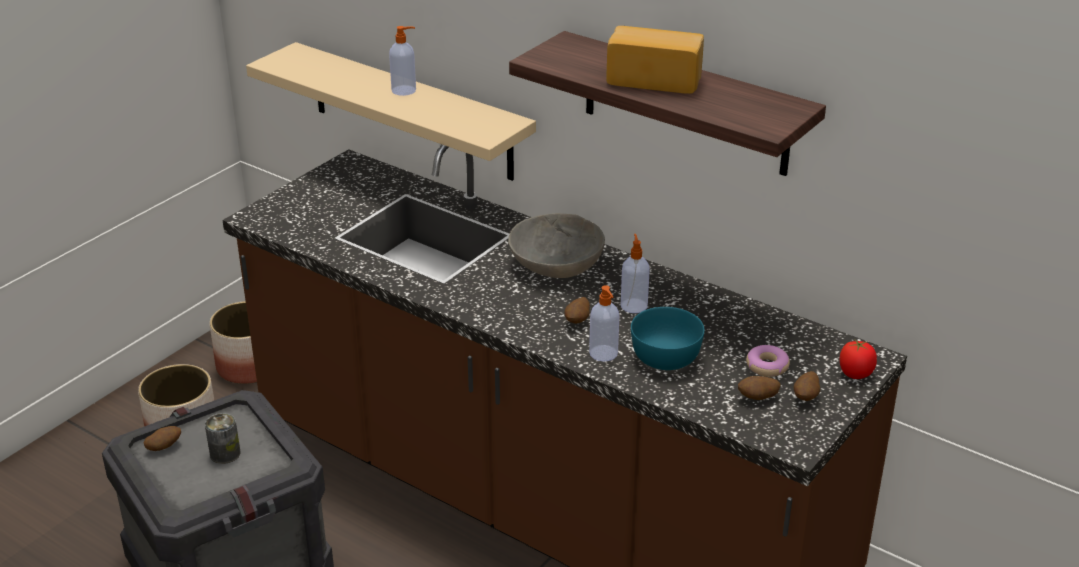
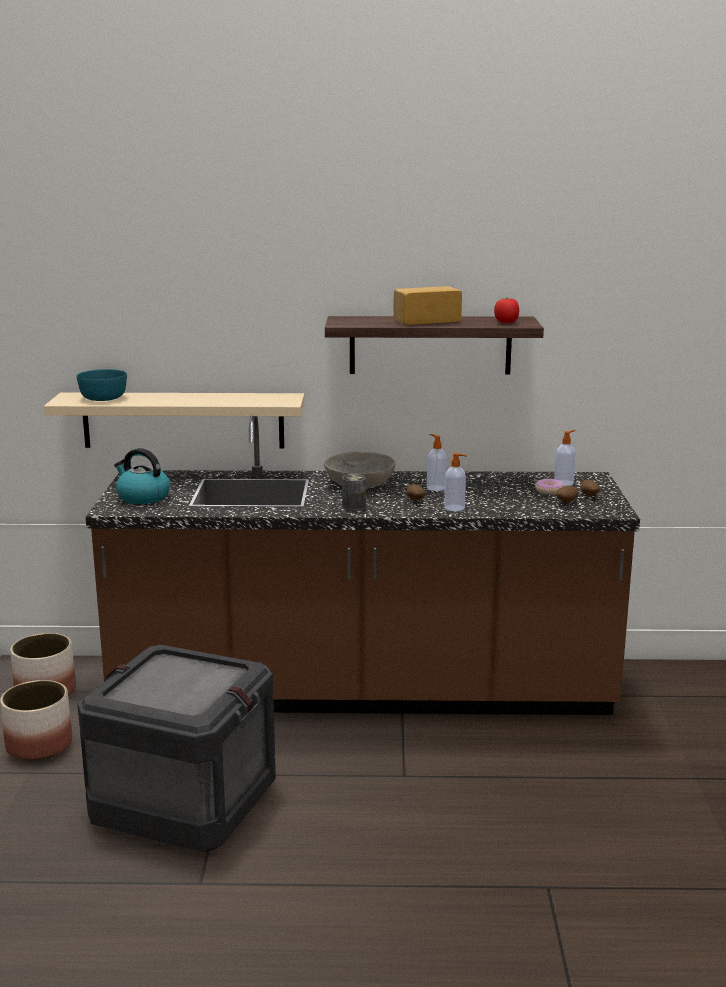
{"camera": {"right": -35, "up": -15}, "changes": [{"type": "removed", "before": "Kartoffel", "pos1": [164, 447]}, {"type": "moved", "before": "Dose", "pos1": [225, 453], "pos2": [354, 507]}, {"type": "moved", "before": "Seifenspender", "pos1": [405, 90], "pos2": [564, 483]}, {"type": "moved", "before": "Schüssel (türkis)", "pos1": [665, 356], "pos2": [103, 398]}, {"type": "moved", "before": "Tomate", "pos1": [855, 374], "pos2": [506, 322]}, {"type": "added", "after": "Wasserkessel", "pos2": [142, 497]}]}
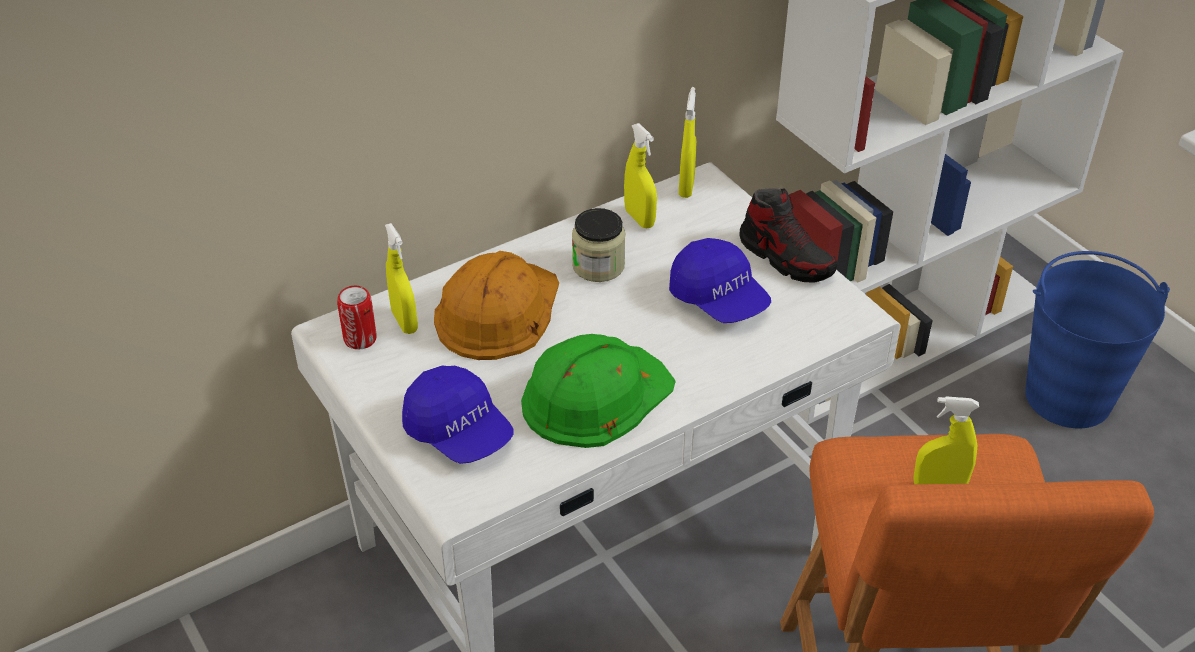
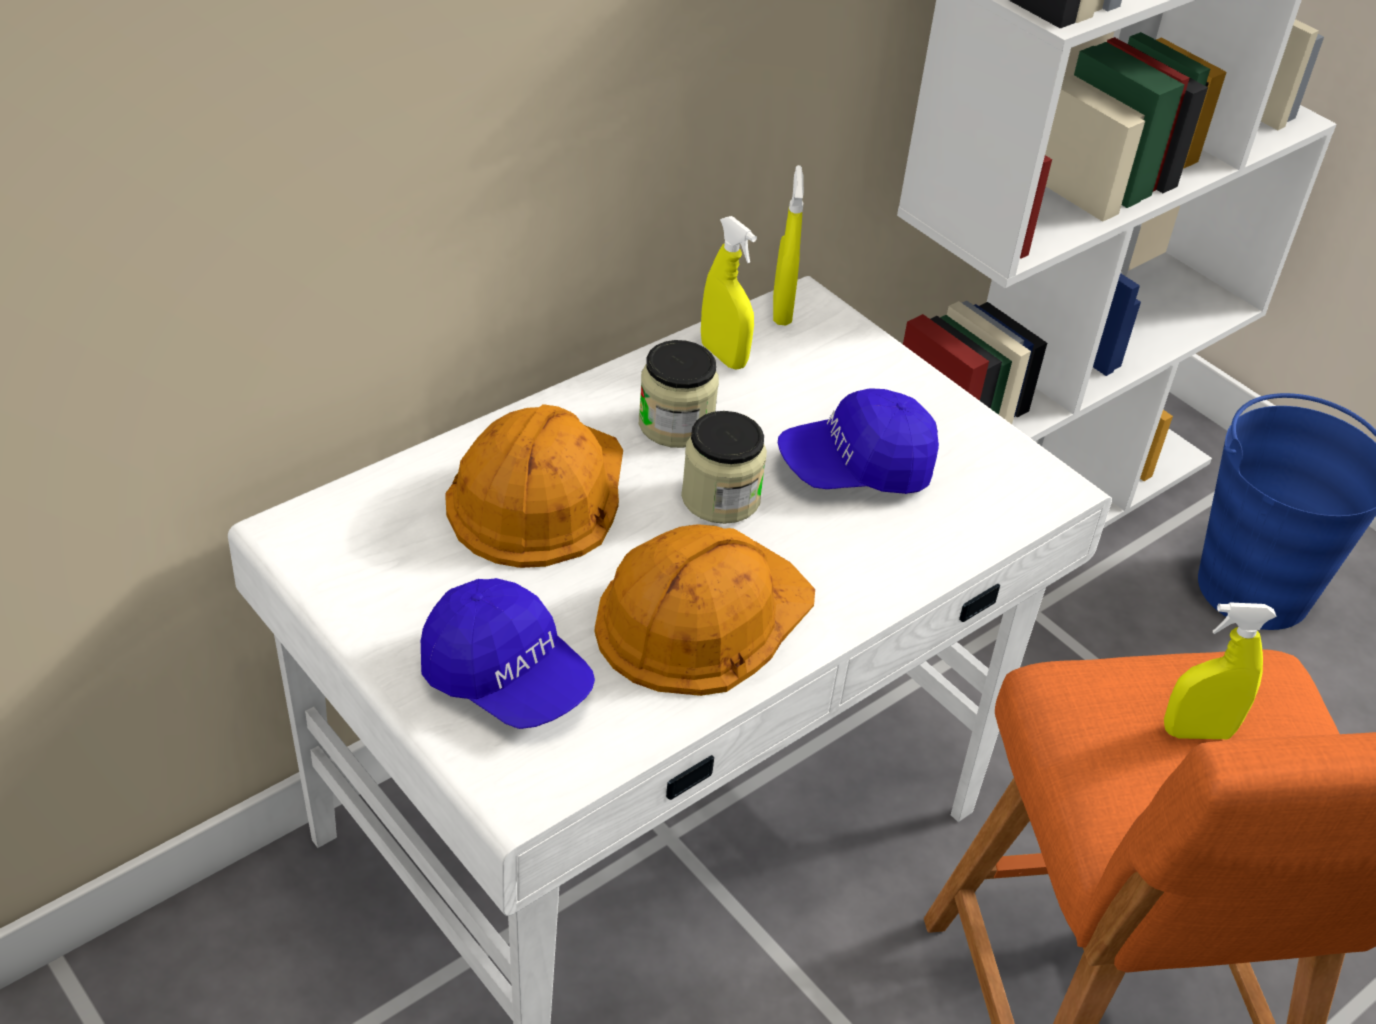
{"camera": {"right": -10, "up": 0}, "changes": [{"type": "removed", "before": "Dose", "pos1": [360, 339]}, {"type": "removed", "before": "Sprühflasche (gelb)", "pos1": [404, 321]}, {"type": "recoloured", "before": "Schutzhelm (grün)", "after": "Schutzhelm (orange)", "pos1": [595, 395], "pos2": [701, 615]}, {"type": "turned", "before": "Kappe (blau)", "pos1": [719, 299], "pos2": [856, 469], "turn": 120}, {"type": "removed", "before": "Schuh", "pos1": [786, 258]}, {"type": "added", "after": "Vorratsglas", "pos2": [720, 498]}]}
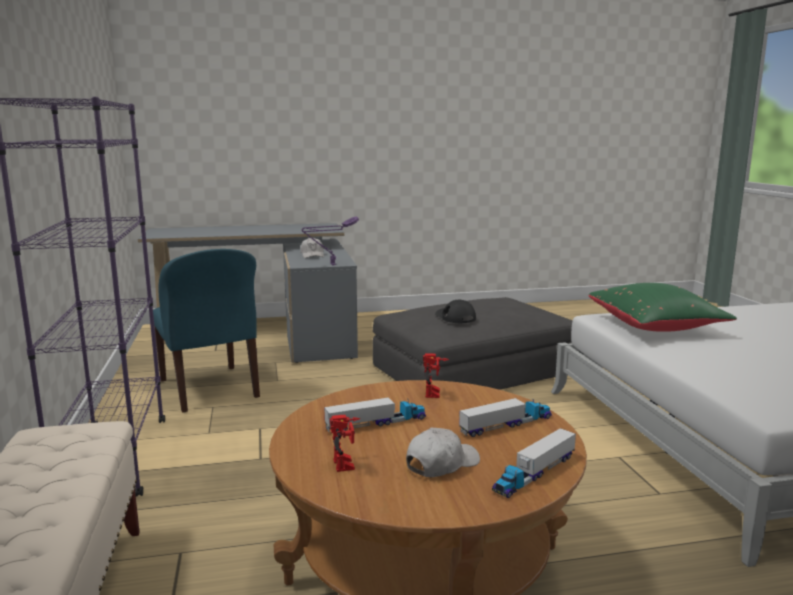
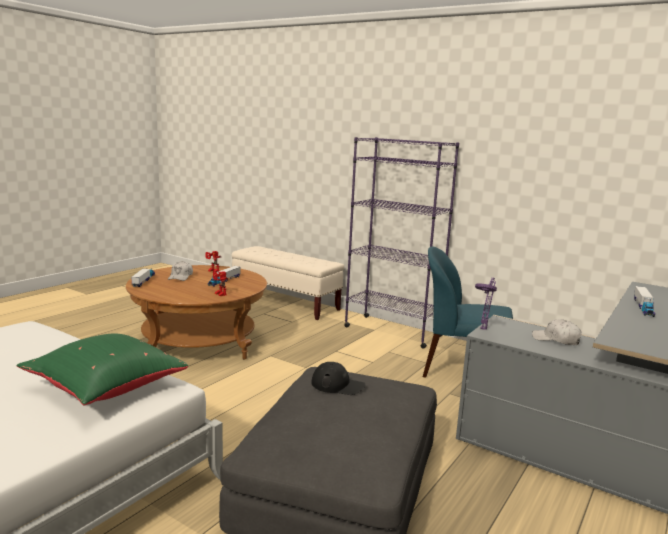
{"camera": {"right": 135, "up": 0}, "changes": [{"type": "moved", "before": "Spielzeuglaster", "pos1": [506, 425], "pos2": [643, 307]}]}
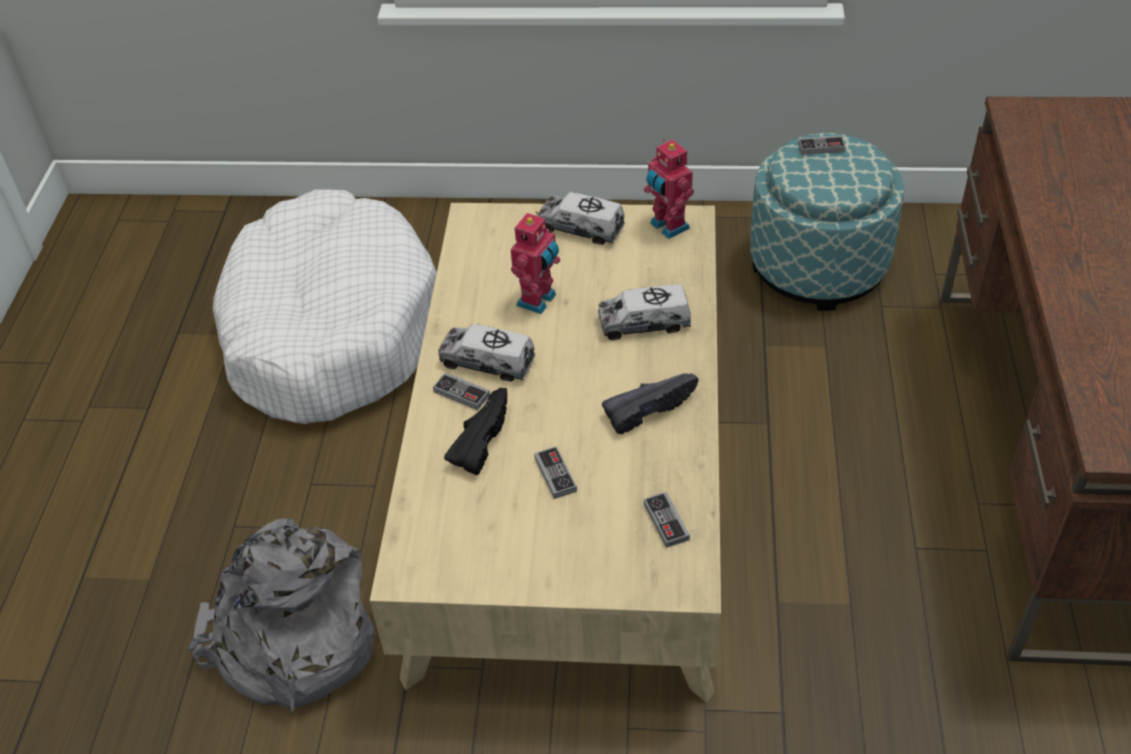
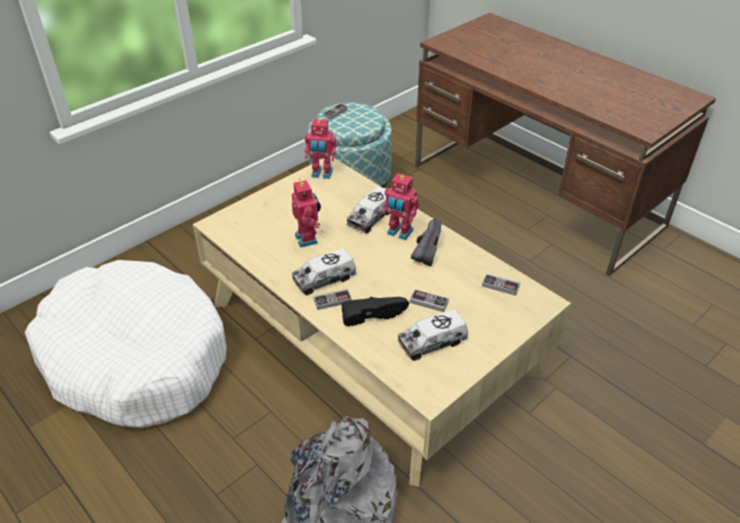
{"camera": {"right": -50, "up": -5}, "changes": [{"type": "turned", "before": "Schuh (schwarz)", "pos1": [478, 440], "pos2": [372, 314], "turn": 105}, {"type": "moved", "before": "Spielzeuglaster", "pos1": [581, 228], "pos2": [432, 342]}, {"type": "added", "after": "Spielzeugroboter", "pos2": [399, 233]}]}
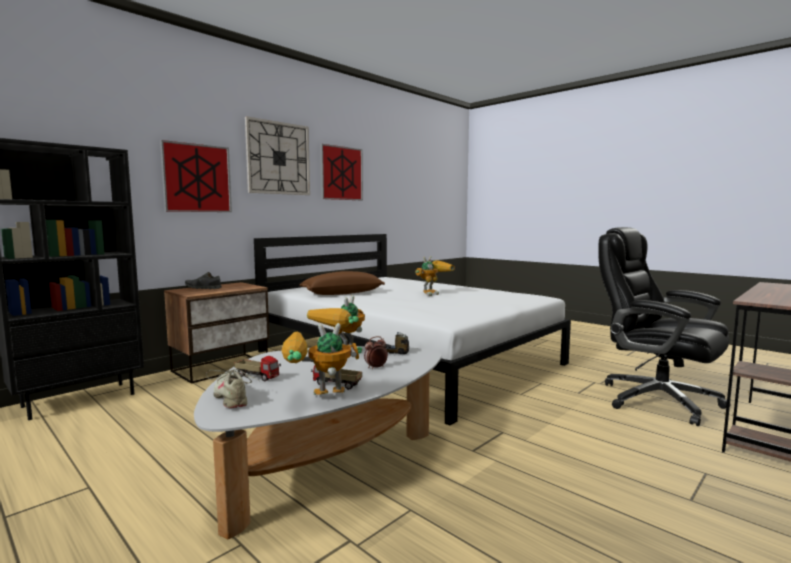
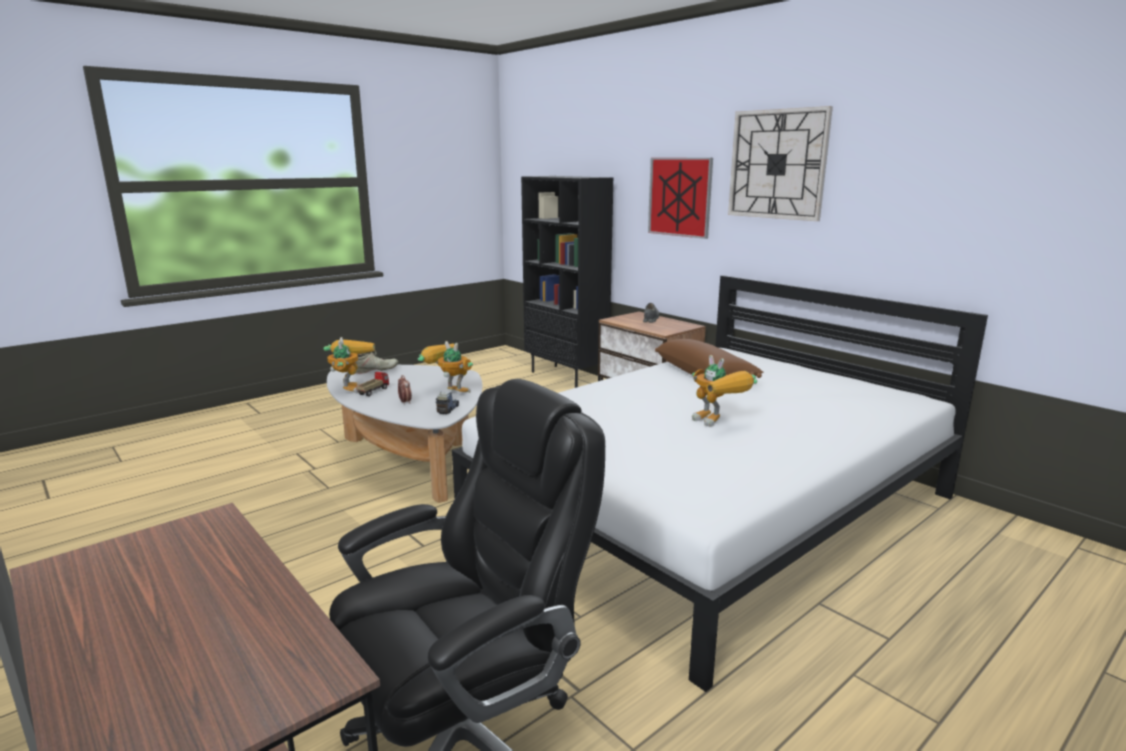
{"camera": {"right": 95, "up": 10}, "changes": [{"type": "removed", "before": "Spielzeuglaster", "pos1": [258, 377]}, {"type": "removed", "before": "Bild", "pos1": [341, 173]}]}
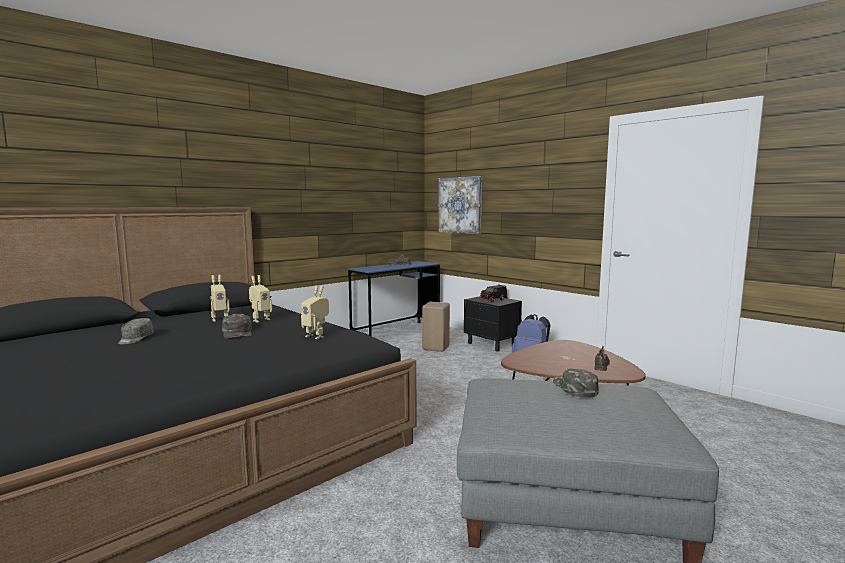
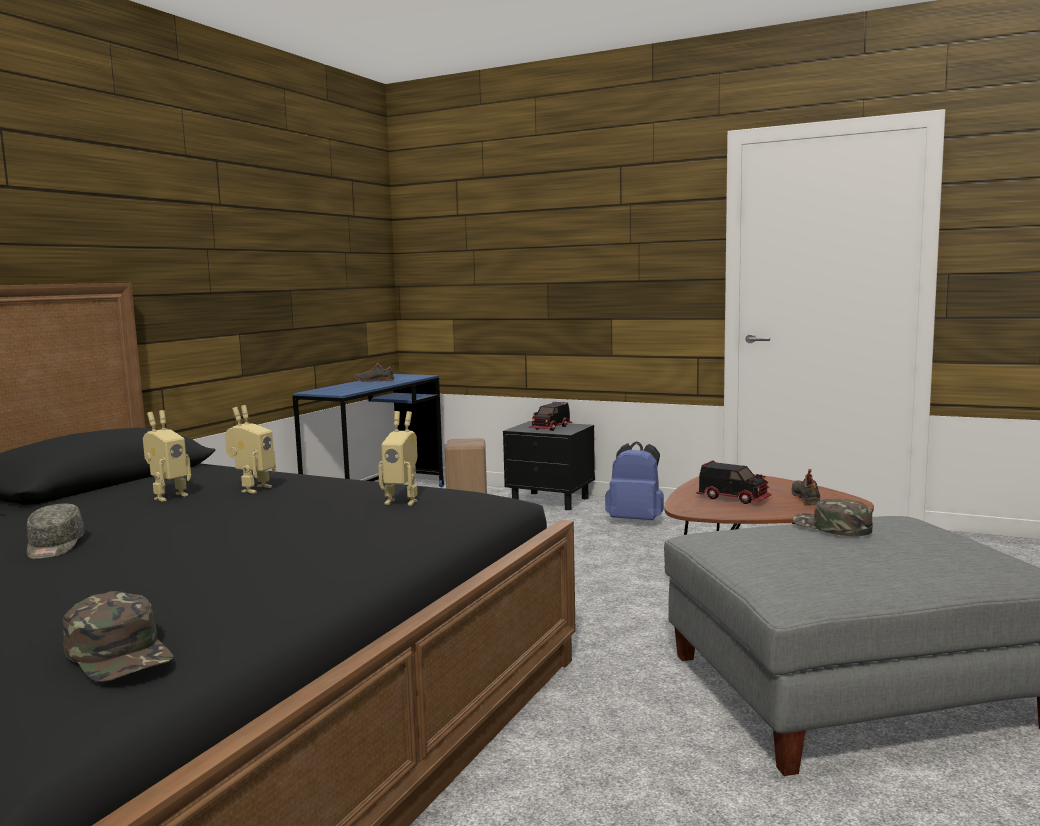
{"camera": {"right": -20, "up": 0}, "changes": [{"type": "moved", "before": "Kappe (grün)", "pos1": [237, 333], "pos2": [120, 653]}, {"type": "removed", "before": "Bild", "pos1": [460, 205]}, {"type": "added", "after": "Spielzeuglaster", "pos2": [734, 498]}]}
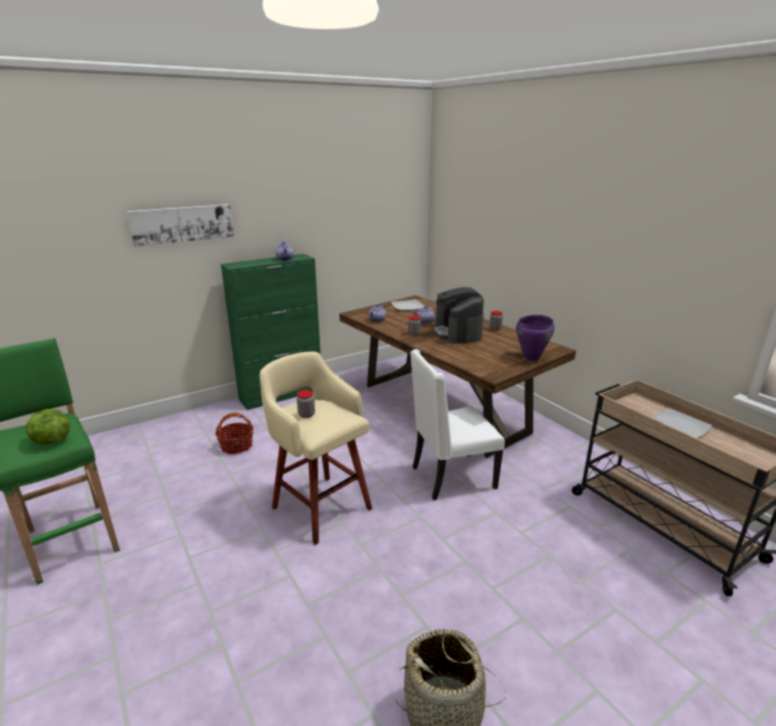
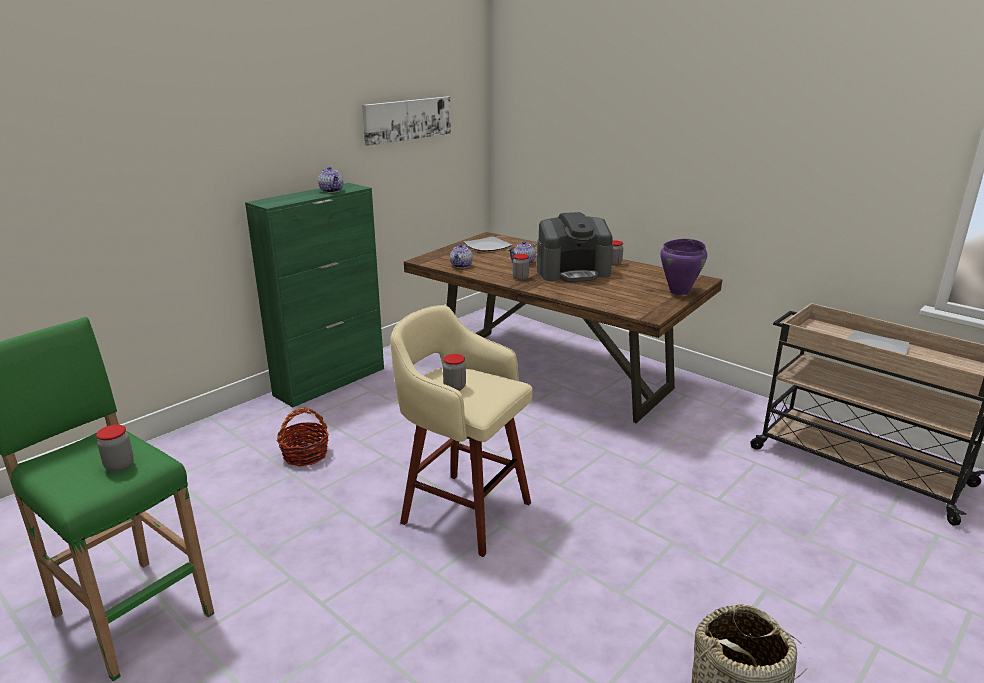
{"camera": {"right": -15, "up": 0}, "changes": [{"type": "replaced", "before": "Salatkopf", "after": "Vorratsglas", "pos1": [51, 441], "pos2": [119, 465]}, {"type": "moved", "before": "Bild", "pos1": [182, 224], "pos2": [407, 119]}, {"type": "removed", "before": "Stuhl (weiß)", "pos1": [451, 477]}, {"type": "turned", "before": "Kaffeemaschine", "pos1": [457, 333], "pos2": [573, 272], "turn": -75}]}
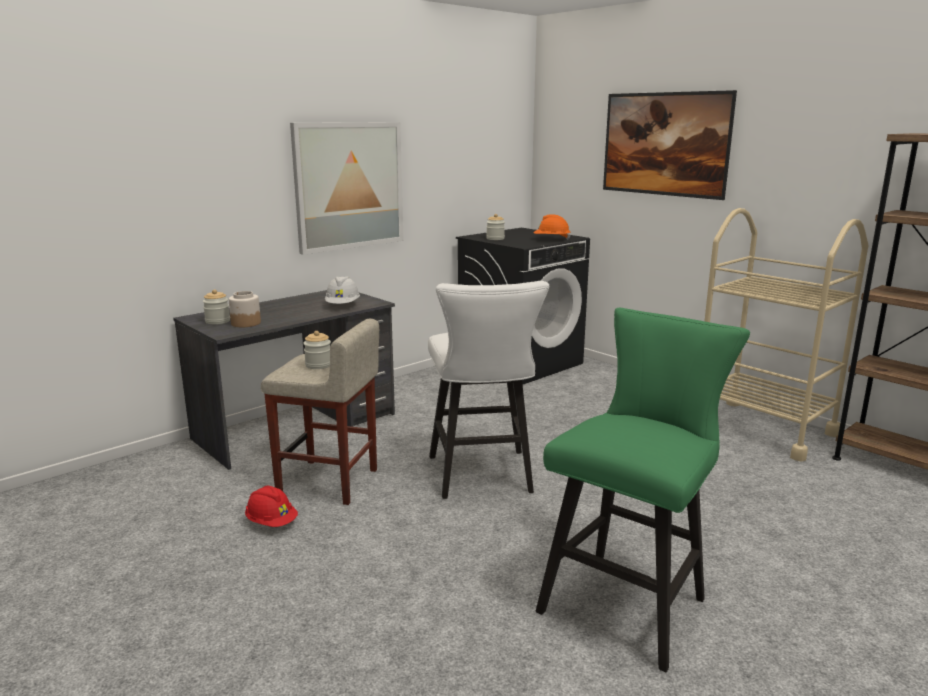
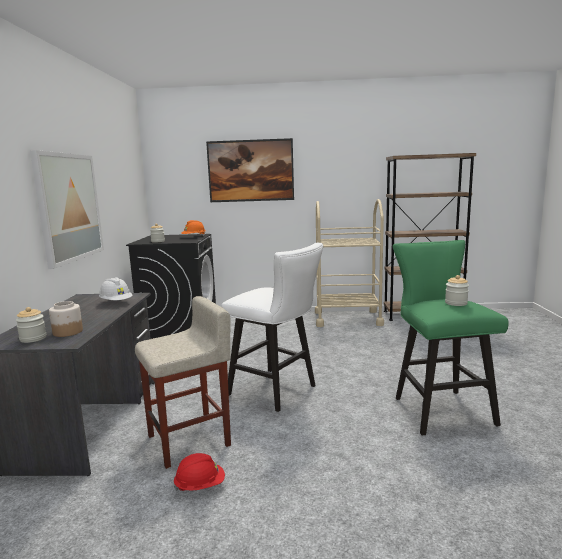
{"camera": {"right": -45, "up": -5}, "changes": [{"type": "moved", "before": "Vorratsglas", "pos1": [318, 365], "pos2": [456, 303]}]}
